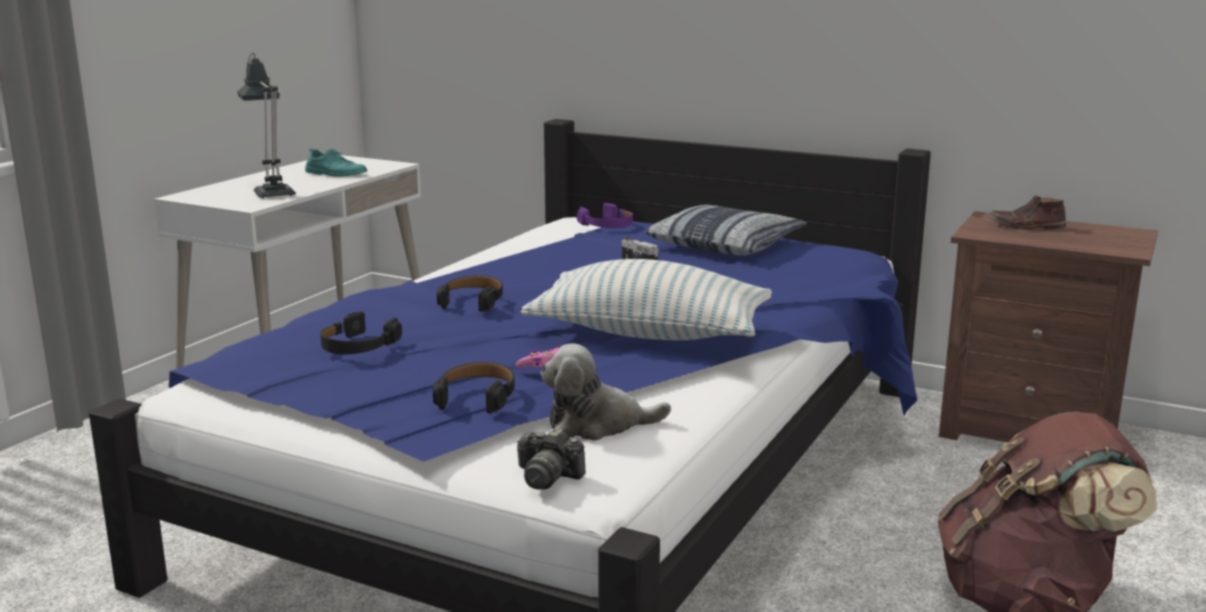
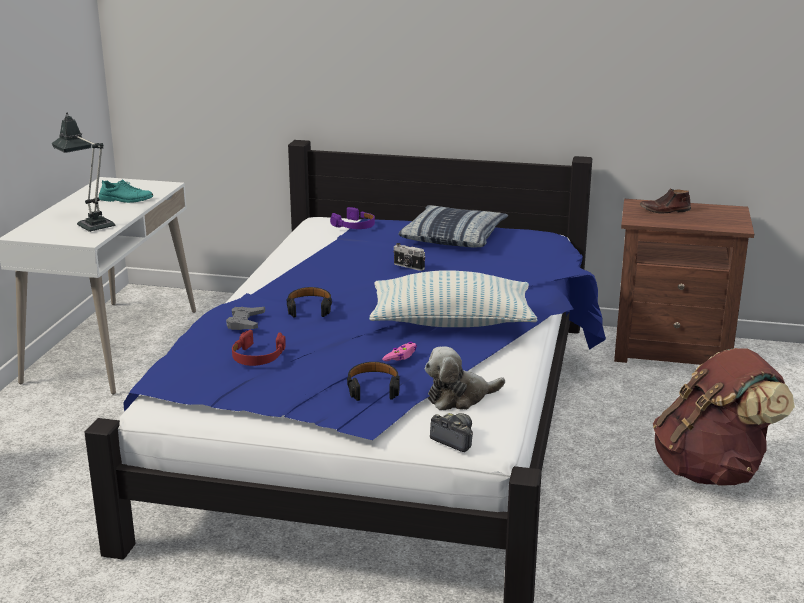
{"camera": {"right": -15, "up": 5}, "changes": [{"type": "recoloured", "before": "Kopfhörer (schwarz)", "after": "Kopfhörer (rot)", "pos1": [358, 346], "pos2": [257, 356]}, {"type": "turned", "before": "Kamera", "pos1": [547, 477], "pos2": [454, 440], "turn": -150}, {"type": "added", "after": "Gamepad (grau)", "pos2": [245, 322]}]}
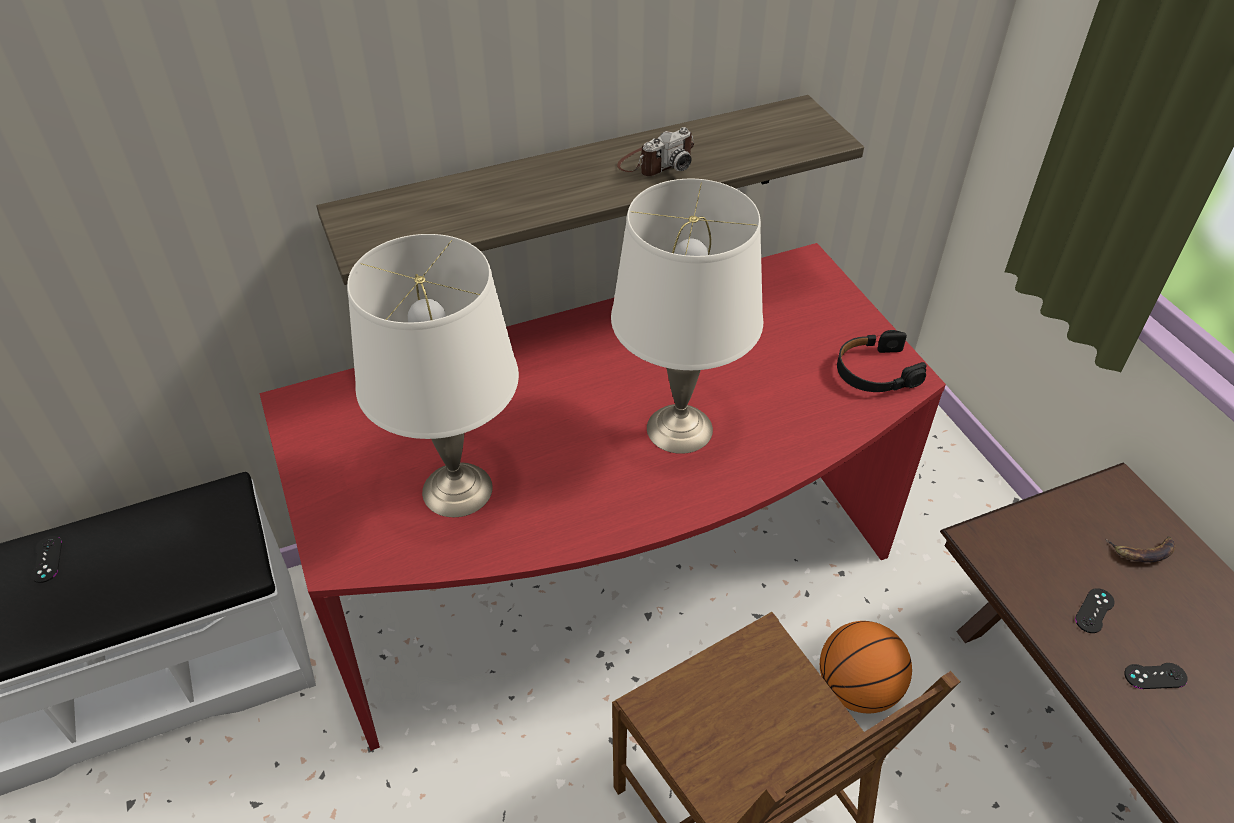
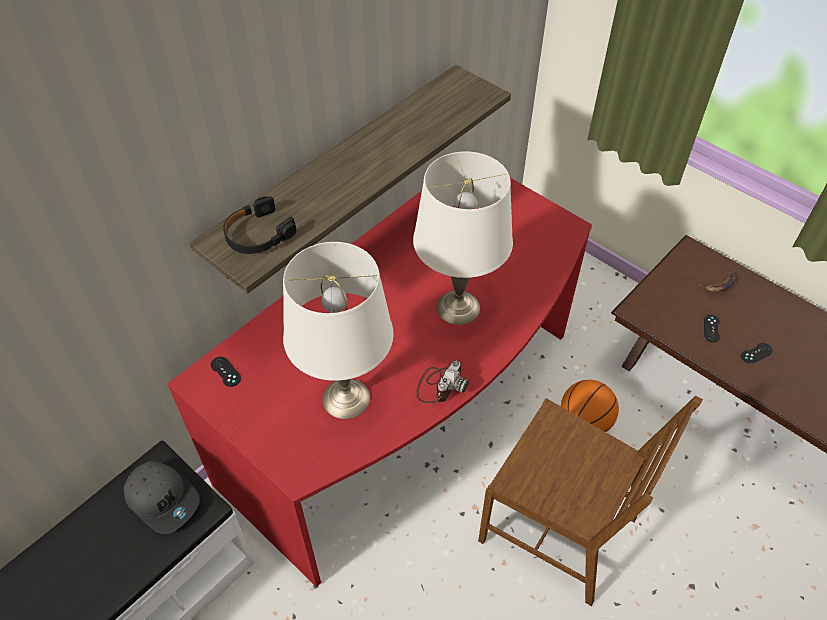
{"camera": {"right": -25, "up": 5}, "changes": [{"type": "moved", "before": "Gamepad (schwarz)", "pos1": [47, 559], "pos2": [225, 371]}, {"type": "moved", "before": "Kamera", "pos1": [656, 162], "pos2": [439, 385]}, {"type": "moved", "before": "Kopfhörer (schwarz)", "pos1": [875, 371], "pos2": [258, 234]}, {"type": "added", "after": "Kappe (grau)", "pos2": [163, 499]}]}
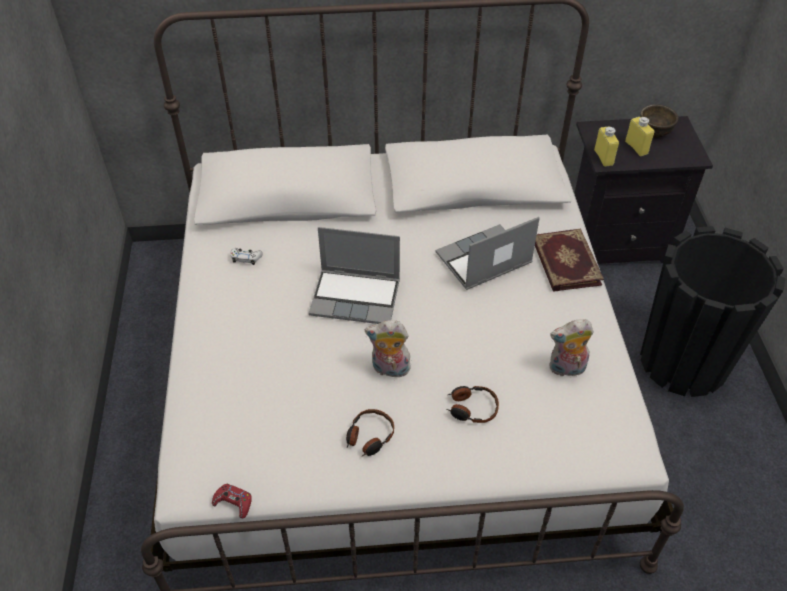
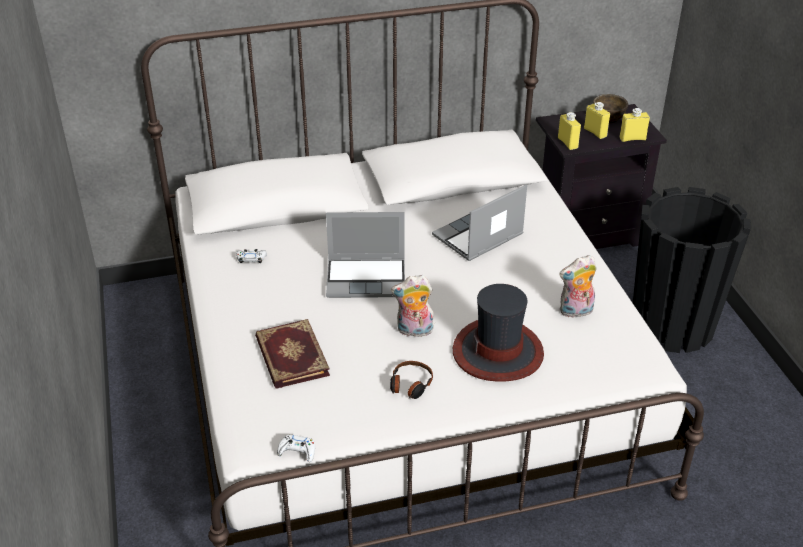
{"camera": {"right": -10, "up": -10}, "changes": [{"type": "recoloured", "before": "Gamepad (rot)", "after": "Gamepad (weiß)", "pos1": [233, 502], "pos2": [297, 451]}, {"type": "replaced", "before": "Kopfhörer", "after": "Hut", "pos1": [471, 408], "pos2": [498, 352]}, {"type": "moved", "before": "Buch", "pos1": [564, 262], "pos2": [290, 357]}, {"type": "added", "after": "Flasche (gelb)", "pos2": [632, 138]}]}
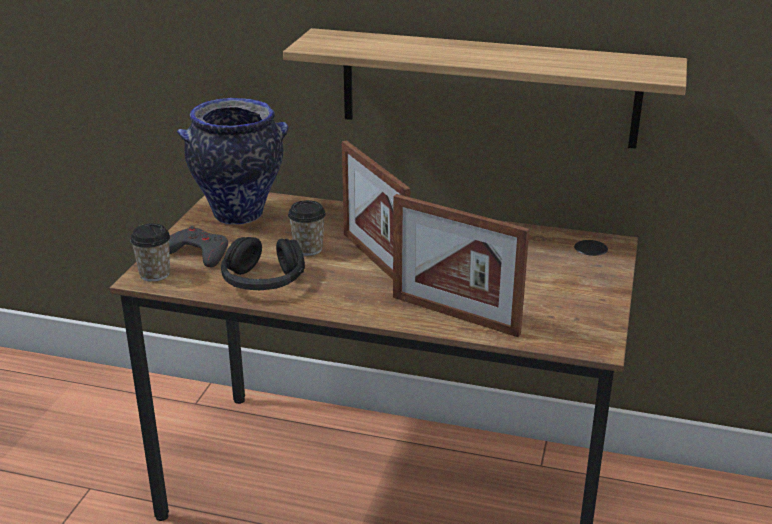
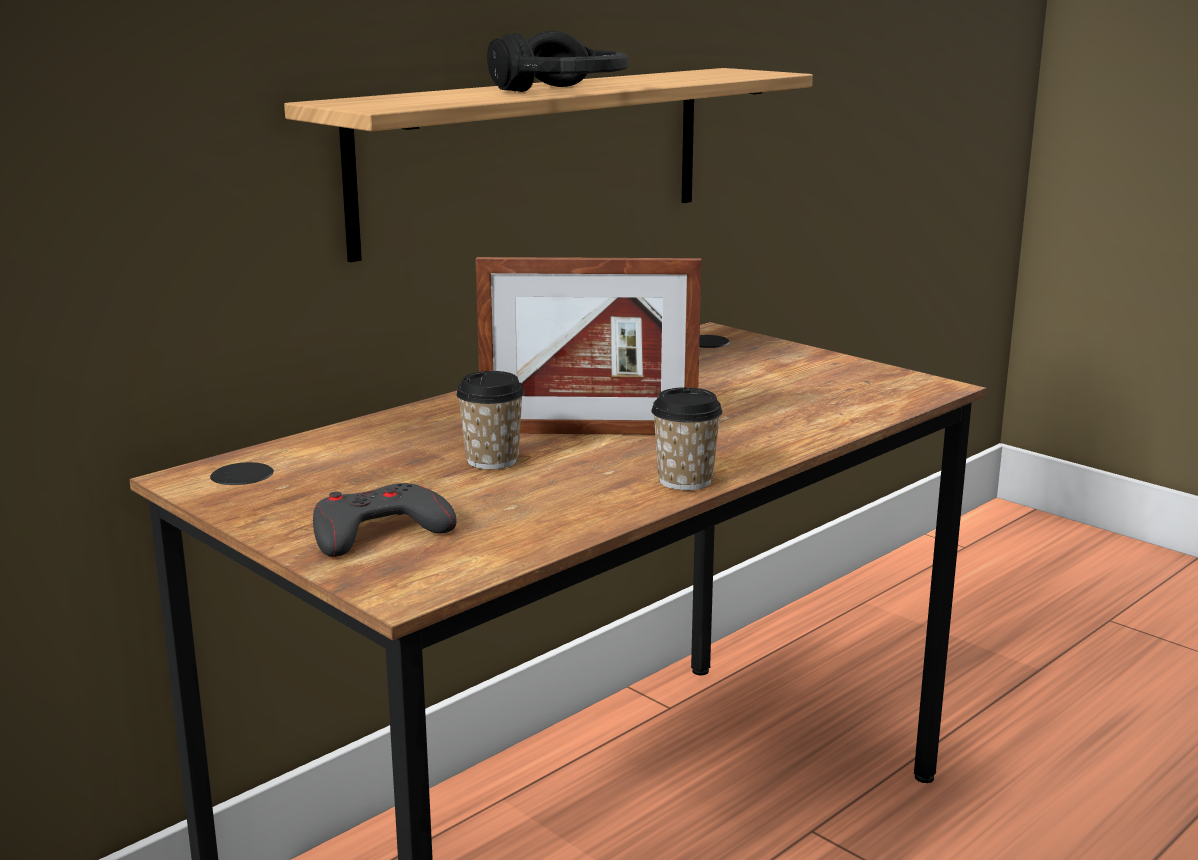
{"camera": {"right": -60, "up": -10}, "changes": [{"type": "moved", "before": "Tasse", "pos1": [155, 274], "pos2": [685, 480]}, {"type": "removed", "before": "Vase", "pos1": [240, 214]}, {"type": "moved", "before": "Kopfhörer (schwarz)", "pos1": [263, 281], "pos2": [562, 90]}, {"type": "removed", "before": "Bilderrahmen", "pos1": [455, 315]}]}
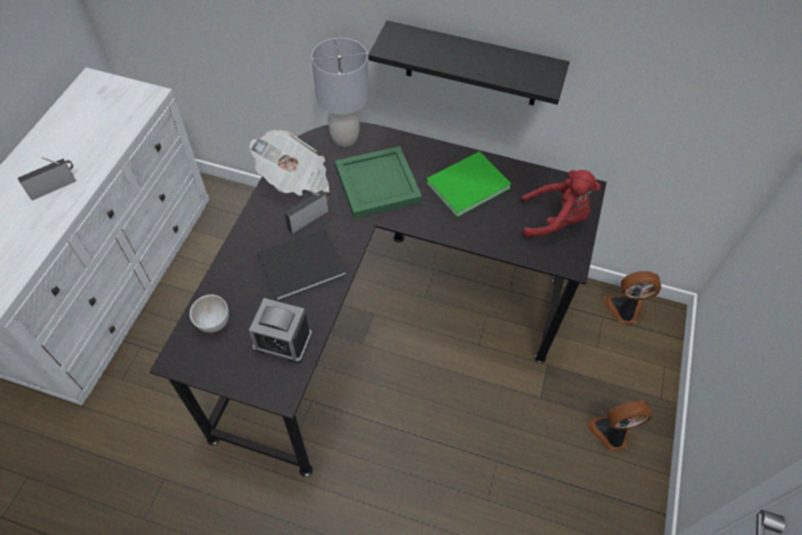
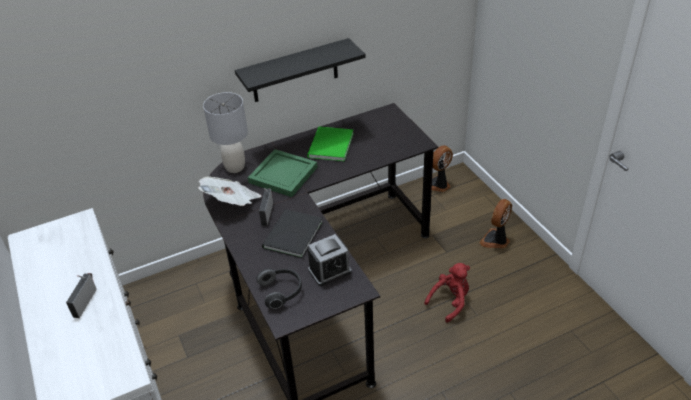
{"camera": {"right": -40, "up": -15}, "changes": [{"type": "replaced", "before": "Schüssel (weiß)", "after": "Kopfhörer", "pos1": [214, 324], "pos2": [281, 292]}, {"type": "moved", "before": "Plüschtier (rot)", "pos1": [555, 220], "pos2": [450, 302]}]}
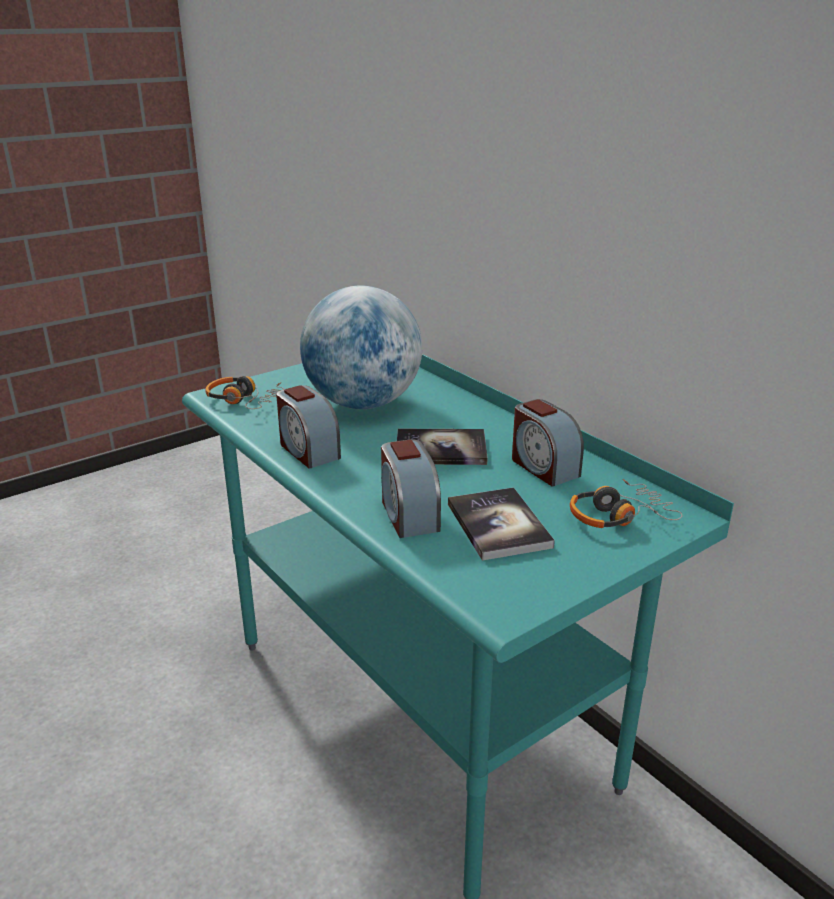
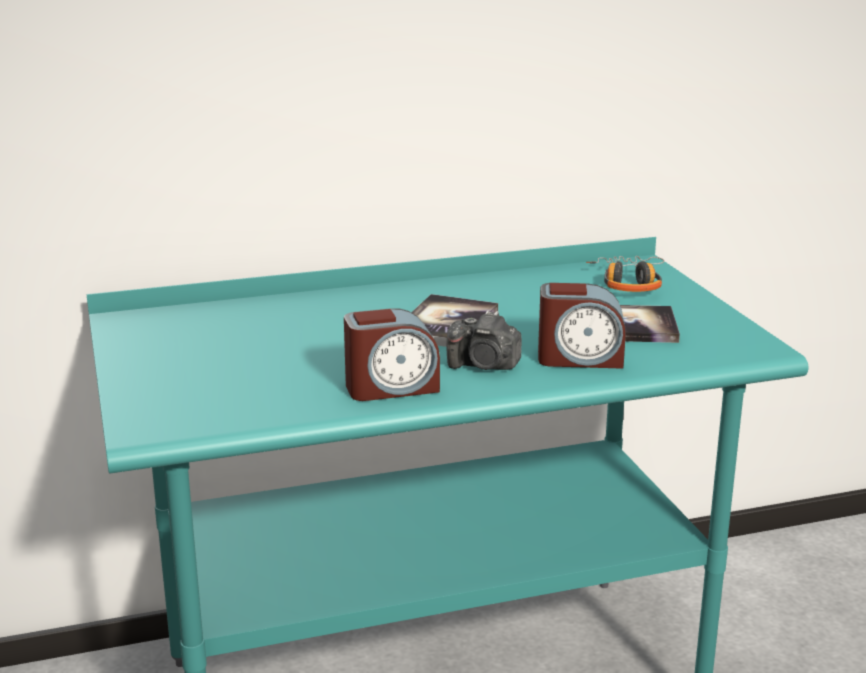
{"camera": {"right": -70, "up": -5}, "changes": [{"type": "removed", "before": "Kopfhörer", "pos1": [244, 400]}, {"type": "removed", "before": "Globus", "pos1": [363, 404]}, {"type": "removed", "before": "Wecker", "pos1": [543, 467]}, {"type": "added", "after": "Kamera", "pos2": [484, 365]}]}
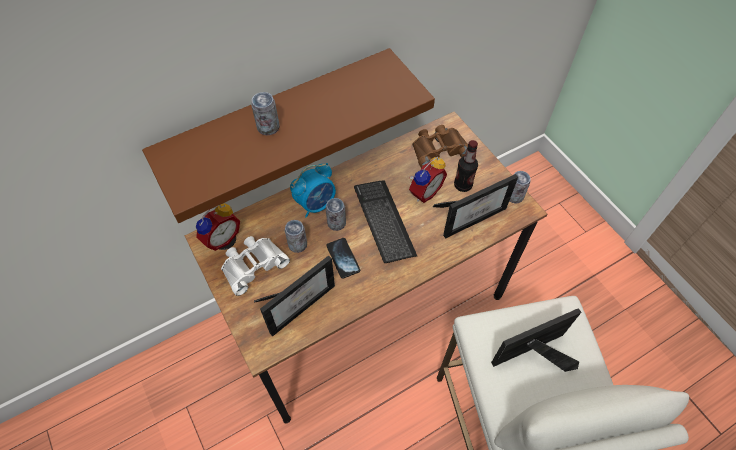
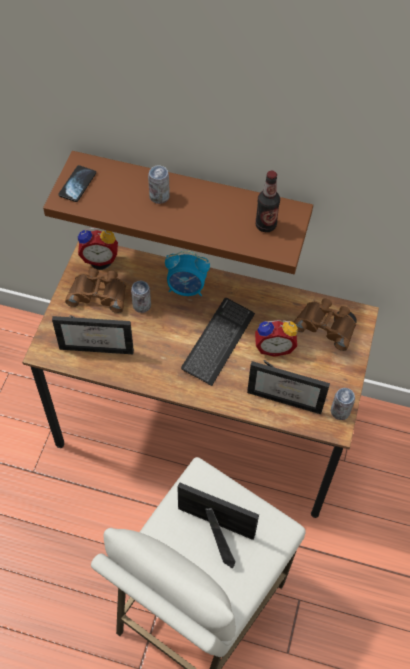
{"camera": {"right": 45, "up": 0}, "changes": [{"type": "recoloured", "before": "Fernglas (weiß)", "after": "Fernglas (braun)", "pos1": [252, 265], "pos2": [99, 293]}, {"type": "removed", "before": "Dose", "pos1": [336, 223]}, {"type": "moved", "before": "Handy", "pos1": [343, 258], "pos2": [77, 184]}, {"type": "moved", "before": "Flasche", "pos1": [463, 185], "pos2": [265, 225]}]}
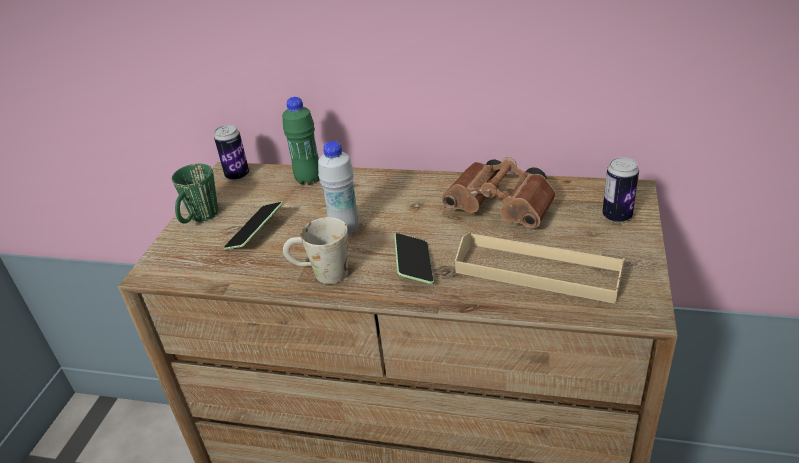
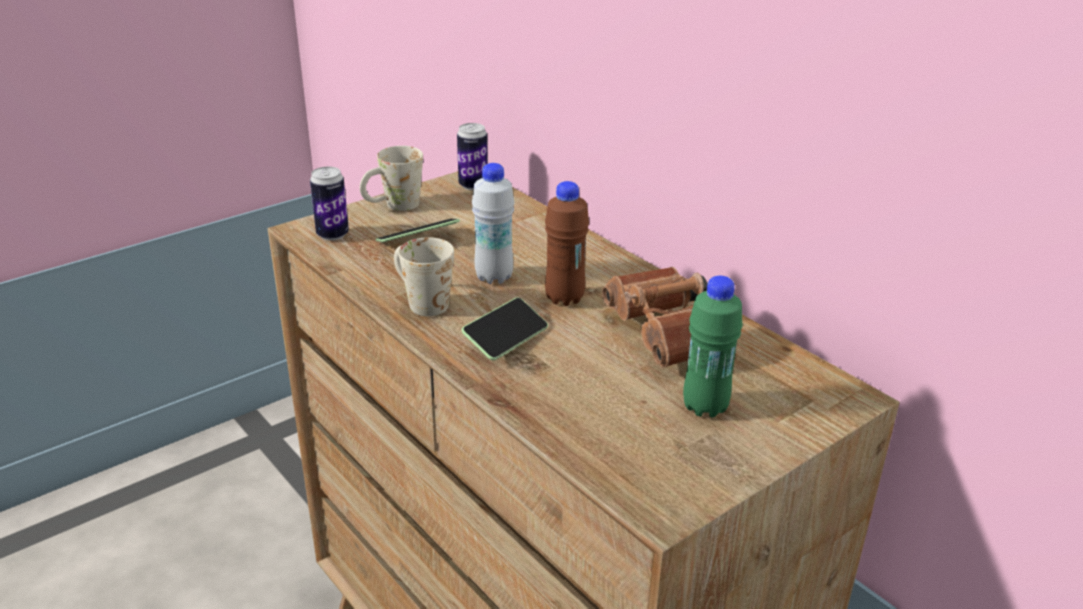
{"camera": {"right": 35, "up": -5}, "changes": [{"type": "recoloured", "before": "Henkelbecher (grün)", "after": "Henkelbecher (weiß)", "pos1": [199, 219], "pos2": [393, 207]}, {"type": "moved", "before": "Flasche (grün)", "pos1": [308, 179], "pos2": [705, 407]}, {"type": "removed", "before": "Tablett (beige)", "pos1": [538, 271]}, {"type": "moved", "before": "Dose", "pos1": [617, 216], "pos2": [332, 235]}, {"type": "added", "after": "Flasche (braun)", "pos2": [564, 298]}]}
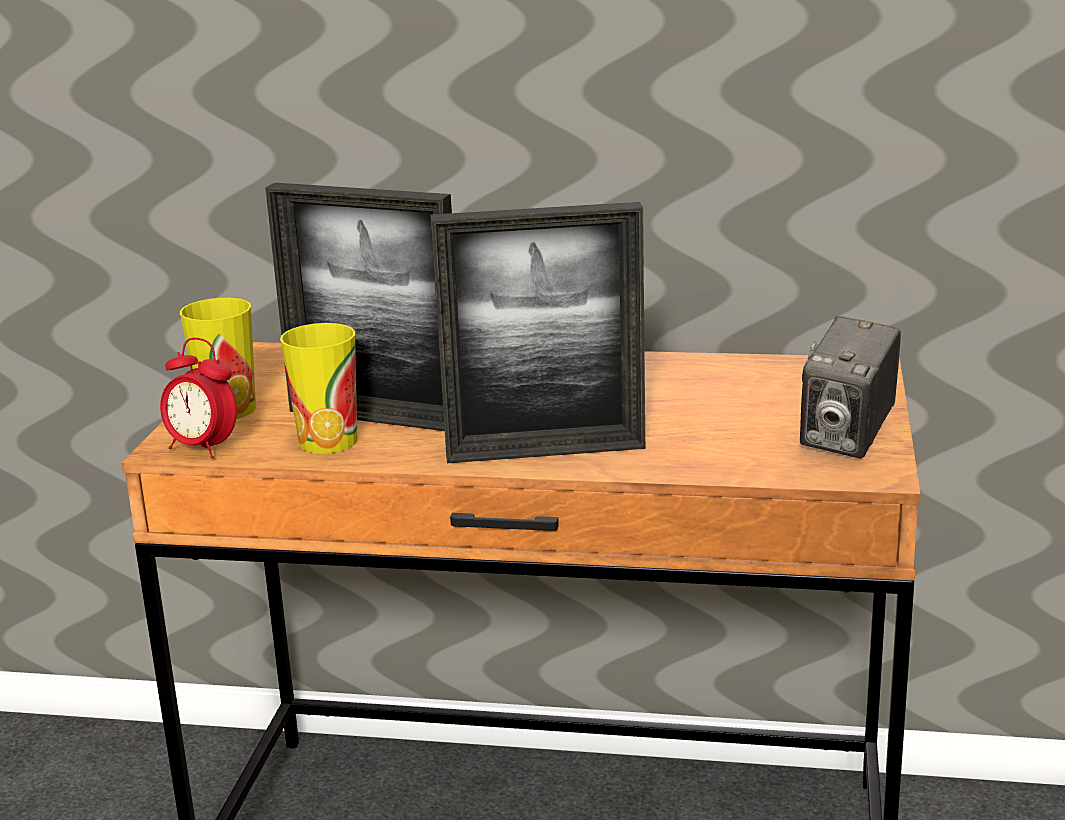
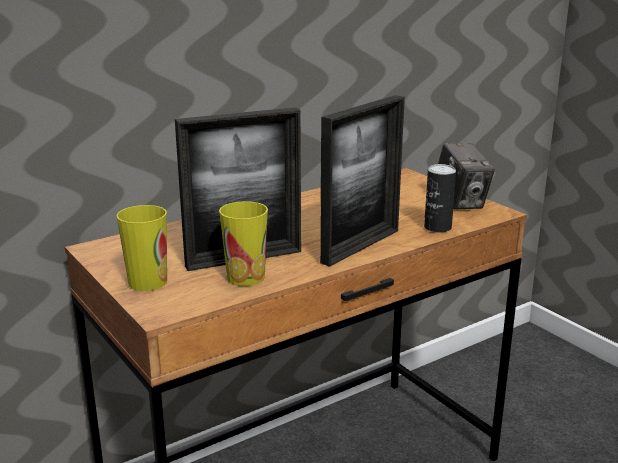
{"camera": {"right": -45, "up": 0}, "changes": [{"type": "removed", "before": "Wecker", "pos1": [203, 448]}, {"type": "added", "after": "Dose", "pos2": [437, 227]}]}
